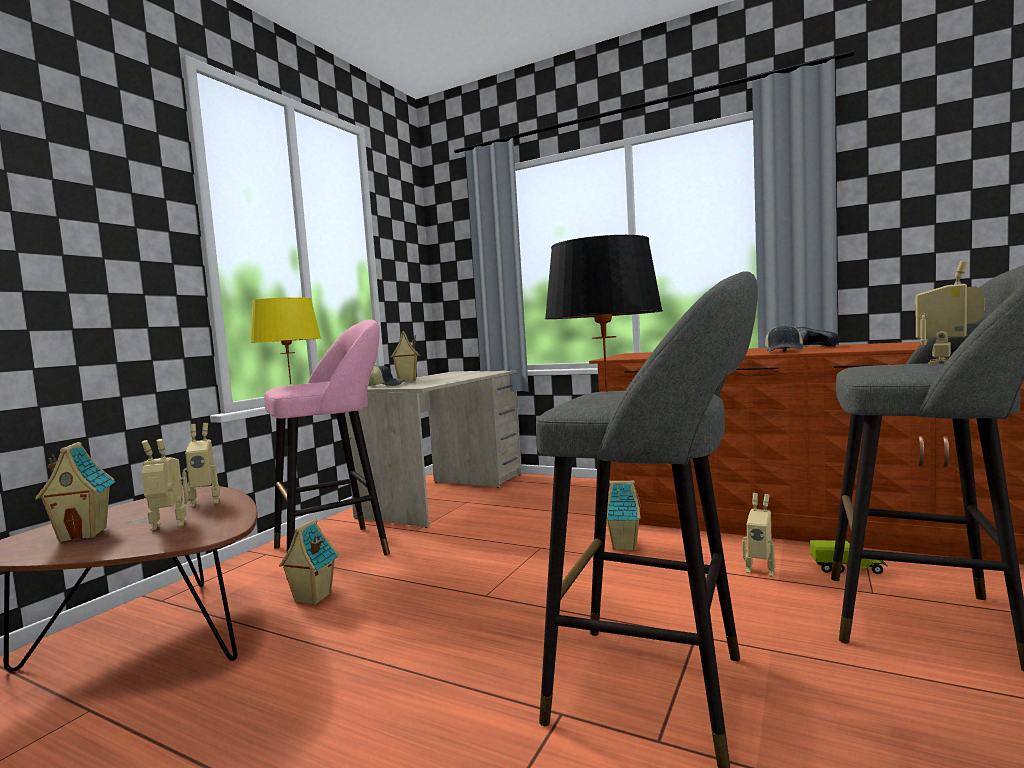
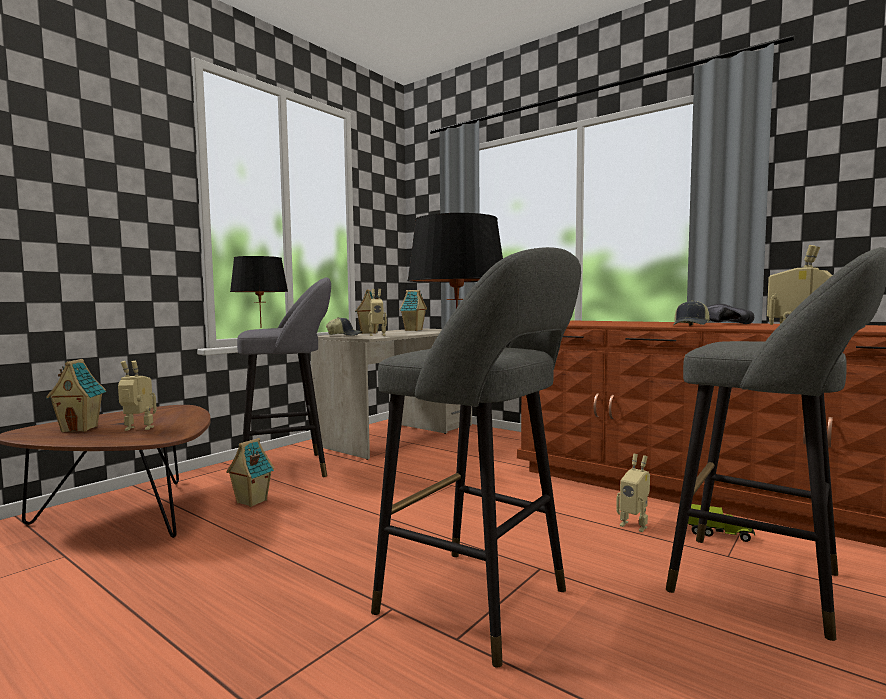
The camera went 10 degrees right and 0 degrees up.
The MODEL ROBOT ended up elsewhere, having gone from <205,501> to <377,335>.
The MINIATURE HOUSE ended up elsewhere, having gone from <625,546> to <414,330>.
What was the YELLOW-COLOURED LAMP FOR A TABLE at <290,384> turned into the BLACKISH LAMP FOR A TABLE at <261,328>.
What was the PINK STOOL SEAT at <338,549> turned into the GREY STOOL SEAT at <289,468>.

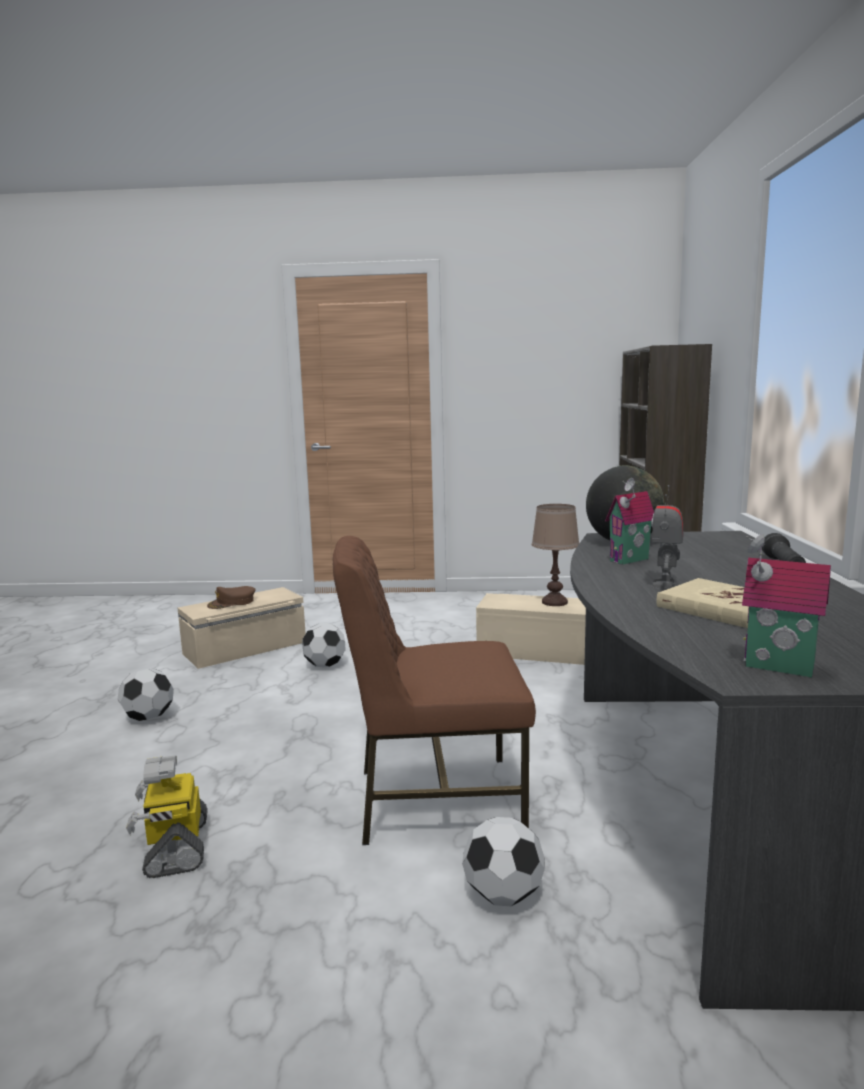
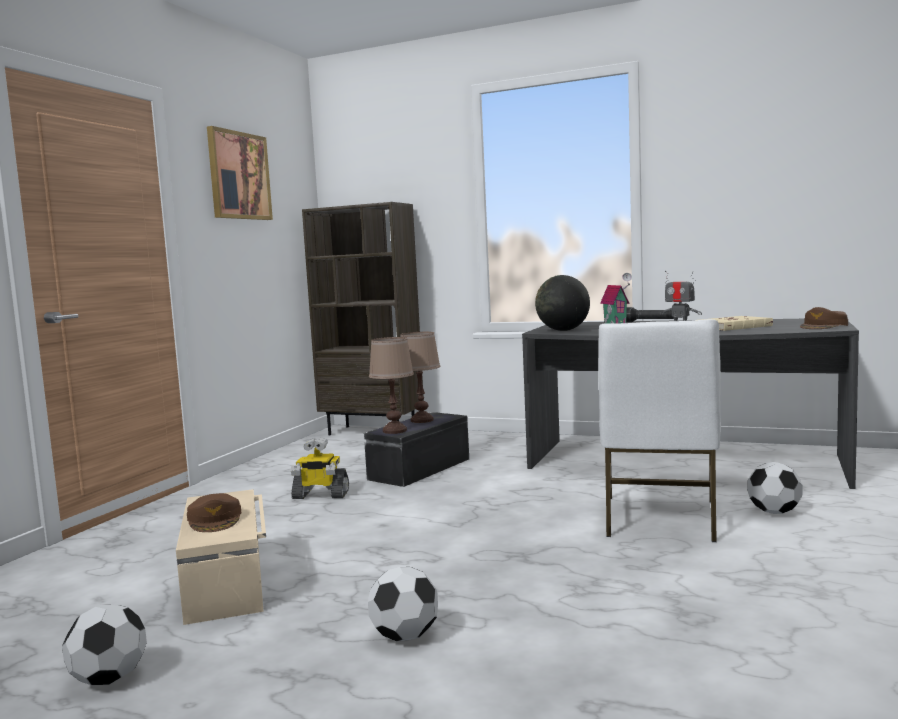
The camera went 70 degrees left and 5 degrees down.
The second view gained the WALL ART at <239,176>.
The second view gained the BROWN LAMP FOR A TABLE at <394,431>.
The MODEL ROBOT ended up elsewhere, having gone from <175,847> to <320,495>.
The FOOTBALL BALL ended up elsewhere, having gone from <325,665> to <109,679>.
Where the MINIATURE HOUSE stood at <778,668>, the BROWN CAP came to stand at <824,326>.
What was the BROWN UPRIGHT CHAIR at <435,800> turned into the WHITE UPRIGHT CHAIR at <659,518>.
What was the SAND-COLOURED STORAGE BOX at <538,650> turned into the BLACKISH STORAGE BOX at <418,469>.

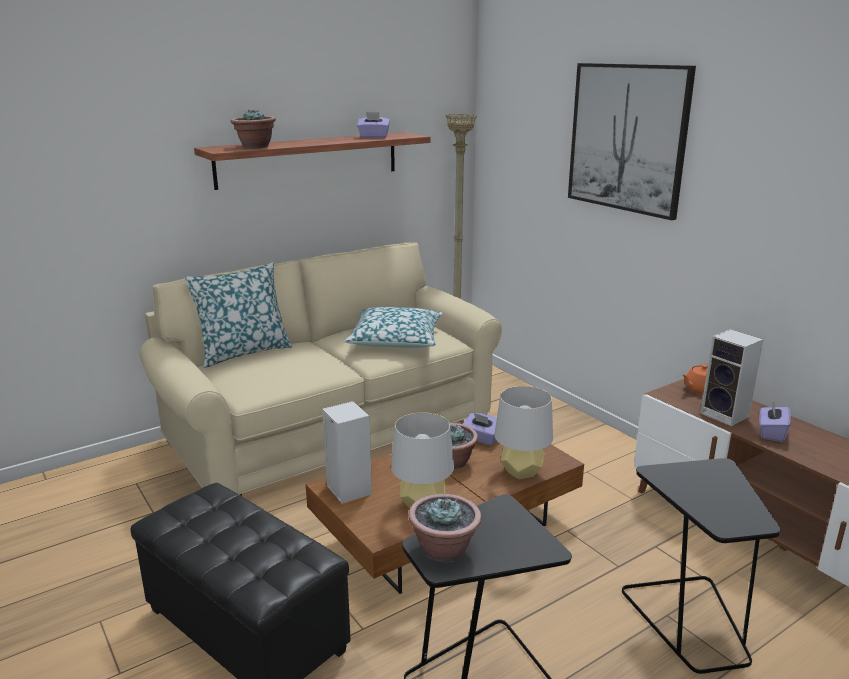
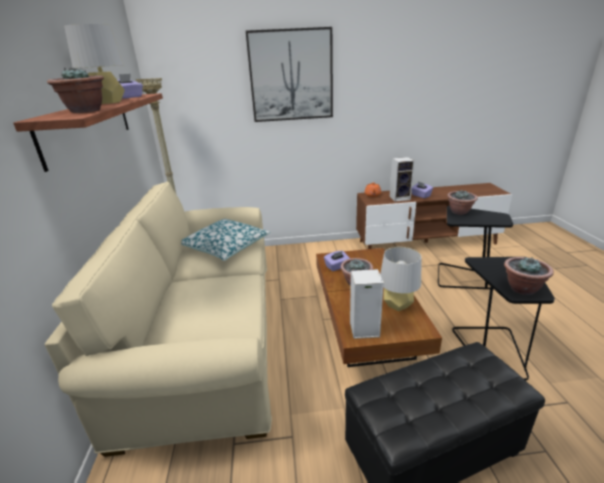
The camera went 60 degrees left and 5 degrees up.
The second view lost the CUSHION at <243,352>.
The second view gained the POTTED PLANT at <459,212>.
The GREY LAMP FOR A TABLE ended up elsewhere, having gone from <521,472> to <109,102>.

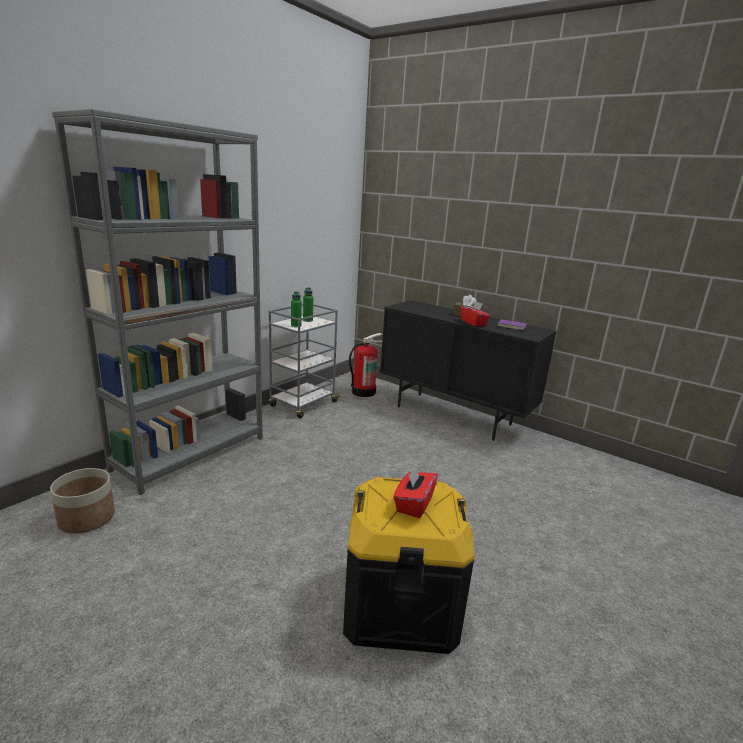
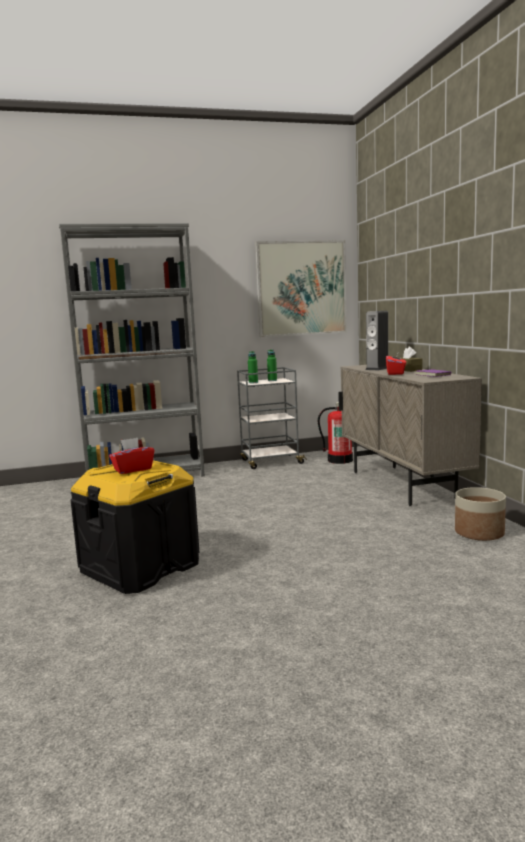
The camera went 40 degrees right and 10 degrees down.
The second view gained the WALL ART at <301,288>.
The second view gained the LOUDSPEAKER at <377,369>.
The FLOWER POT ended up elsewhere, having gone from <87,518> to <479,533>.
What was the BLACKISH CUPBOARD at <453,416> turned into the SAND-COLOURED CUPBOARD at <401,485>.

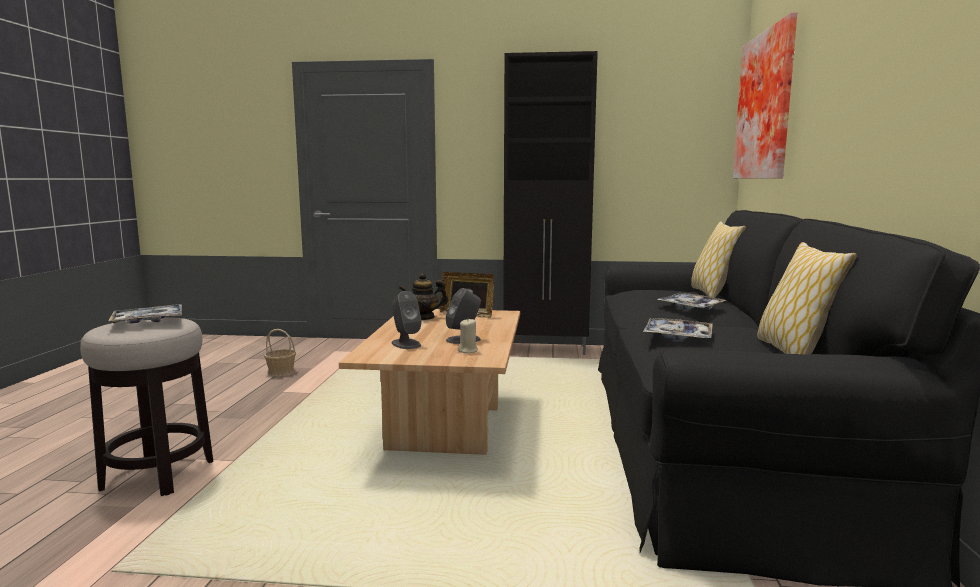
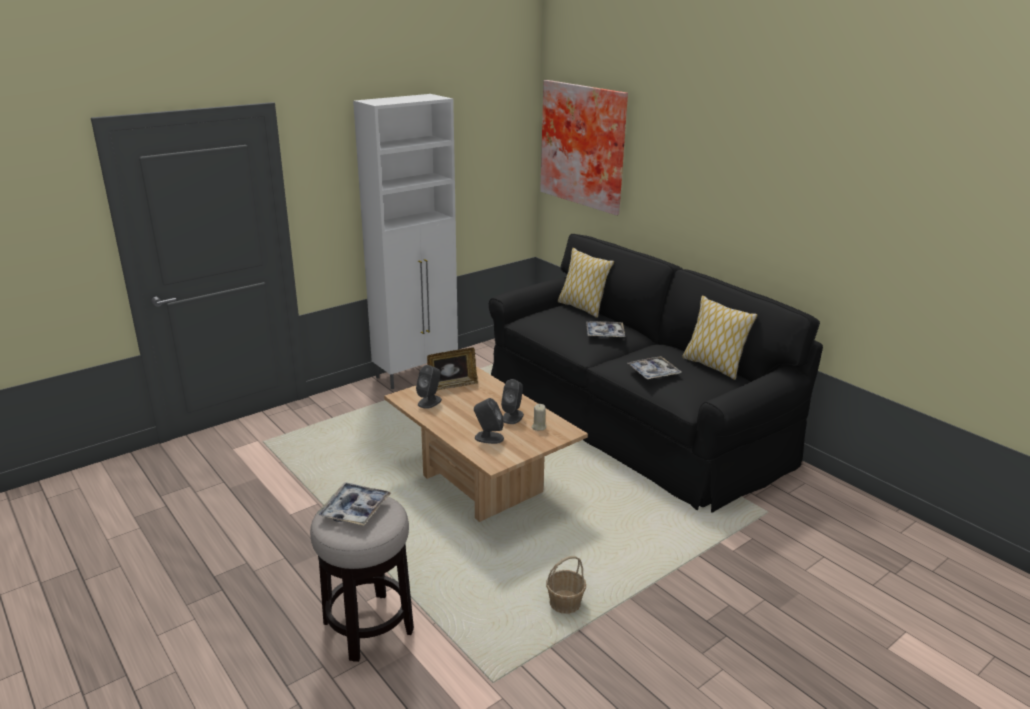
The camera went 45 degrees left and 15 degrees up.
The STORAGE BASKET ended up elsewhere, having gone from <281,372> to <565,603>.
Where the TEAPOT stood at <423,317>, the GREY LOUDSPEAKER came to stand at <430,401>.
What was the BLACKISH CUPBOARD at <547,349> turned into the WHITE CUPBOARD at <417,373>.

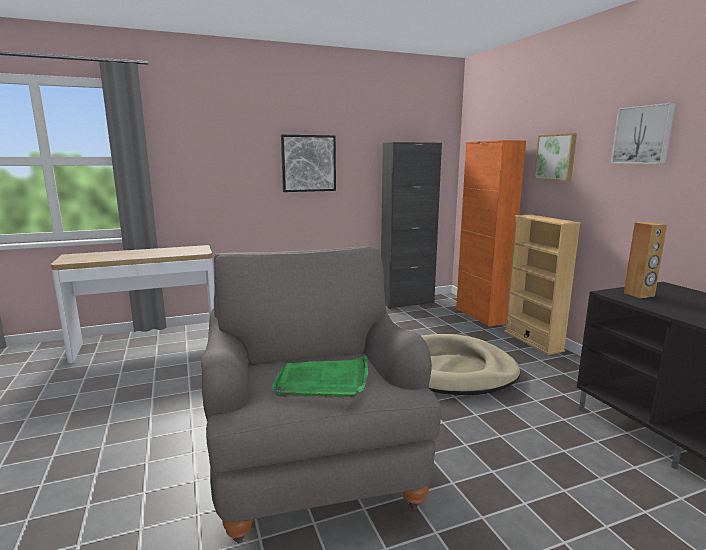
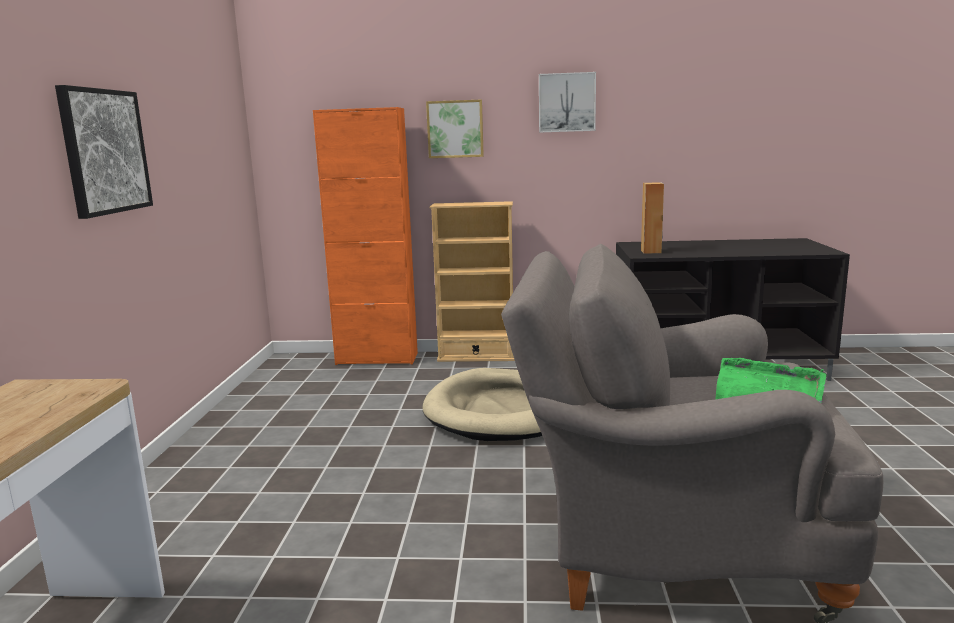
The camera went 65 degrees left and 0 degrees up.
The second view lost the BLACKISH CUPBOARD at <407,302>.

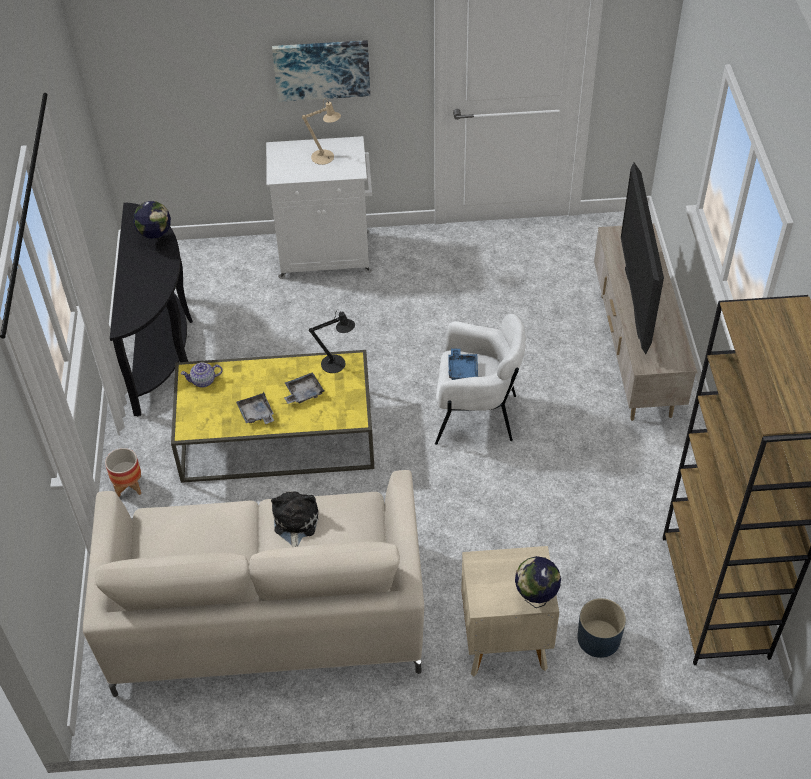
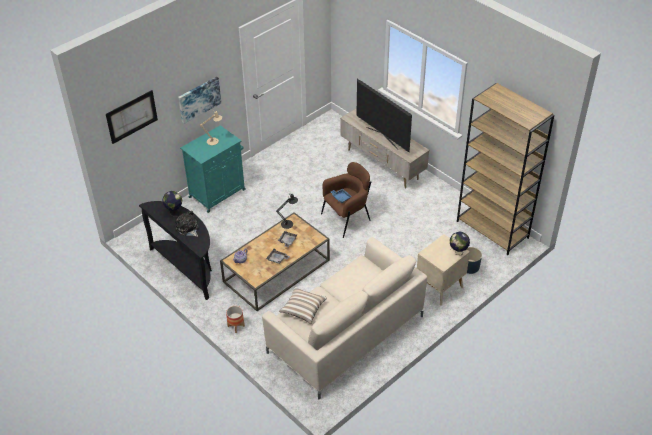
The camera went 40 degrees left and 5 degrees down.
The second view gained the WALL ART at <132,116>.
The second view gained the CUSHION at <303,309>.
The CUDDLY TOY ended up elsewhere, having gone from <295,523> to <188,228>.
What was the YELLOW-COLOURED COFFEE TABLE at <277,436> turned into the BROWN COFFEE TABLE at <277,271>.
What was the WHITE CUPBOARD at <327,255> turned into the BLUE-GREEN CUPBOARD at <218,193>.
What was the WHITE EASY CHAIR at <476,415> turned into the BROWN EASY CHAIR at <347,219>.

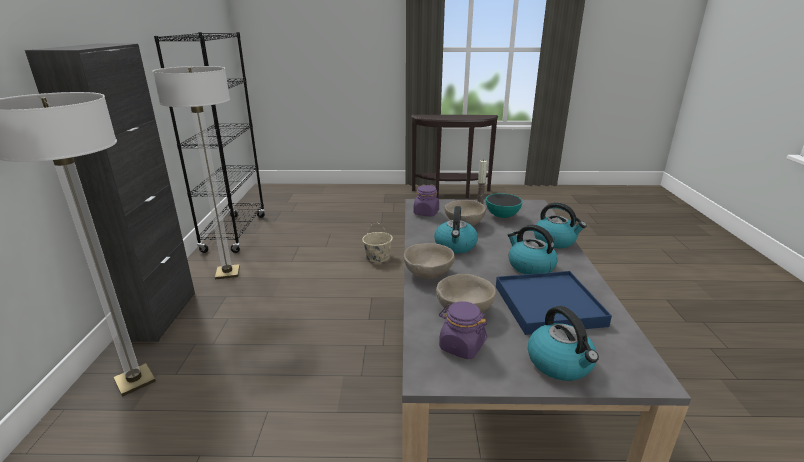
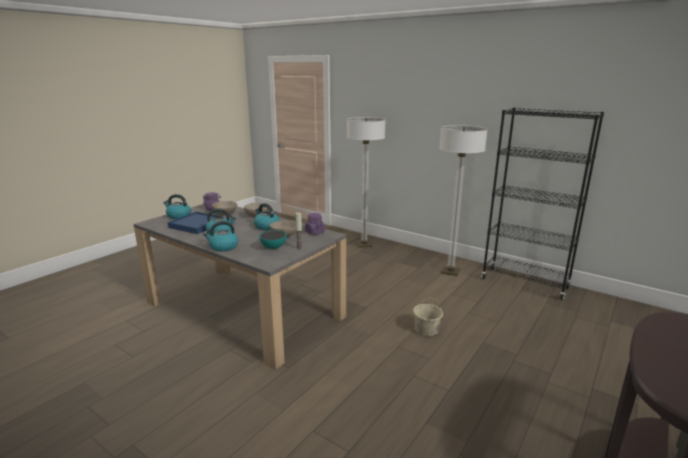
The camera went 125 degrees right and 5 degrees down.
The second view lost the BLACKISH CUPBOARD at <160,315>.

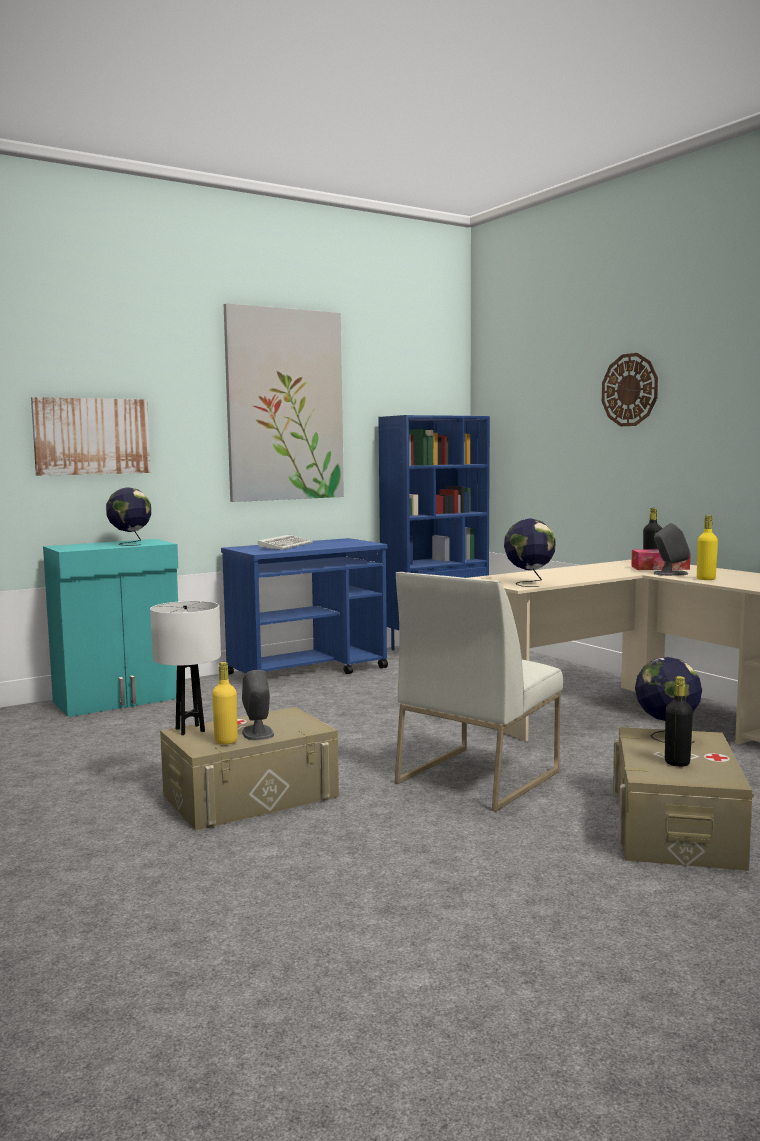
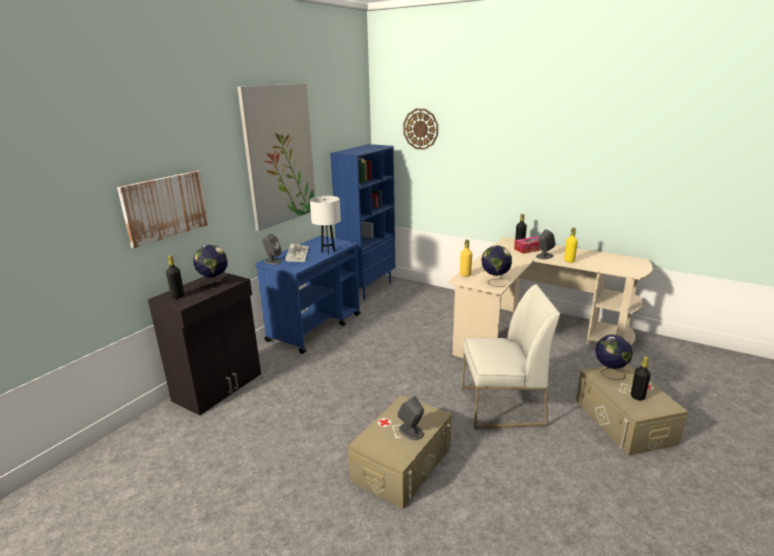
The camera went 25 degrees left and 15 degrees up.
The second view gained the BLACKISH BOTTLE at <178,296>.
The second view gained the GREY LOUDSPEAKER at <273,261>.
The WHITE LAMP FOR A TABLE ended up elsewhere, having gone from <190,730> to <328,252>.
The YELLOW-COLOURED BOTTLE ended up elsewhere, having gone from <226,741> to <465,274>.
The CLOCK ON THE WALL ended up elsewhere, having gone from <630,390> to <420,129>.
What was the BLUE-GREEN CUPBOARD at <119,700> turned into the BLACKISH CUPBOARD at <219,387>.
The WHITE UPRIGHT CHAIR at <477,776> ended up facing another way, 105 degrees counterclockwise from before.

